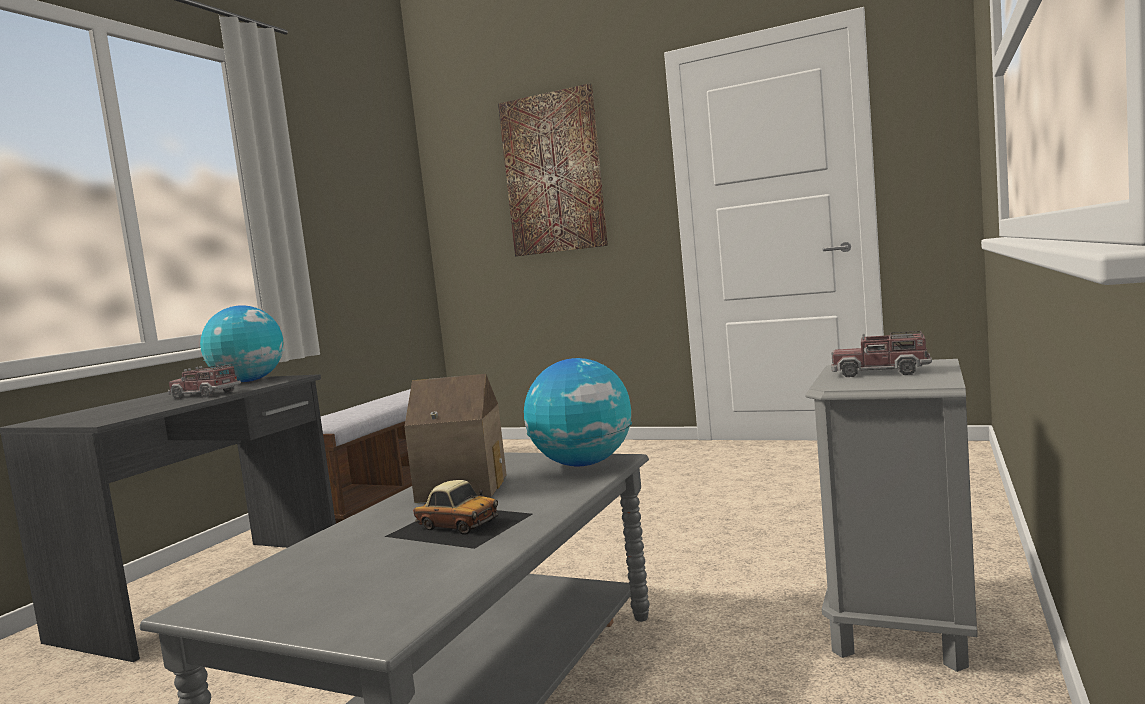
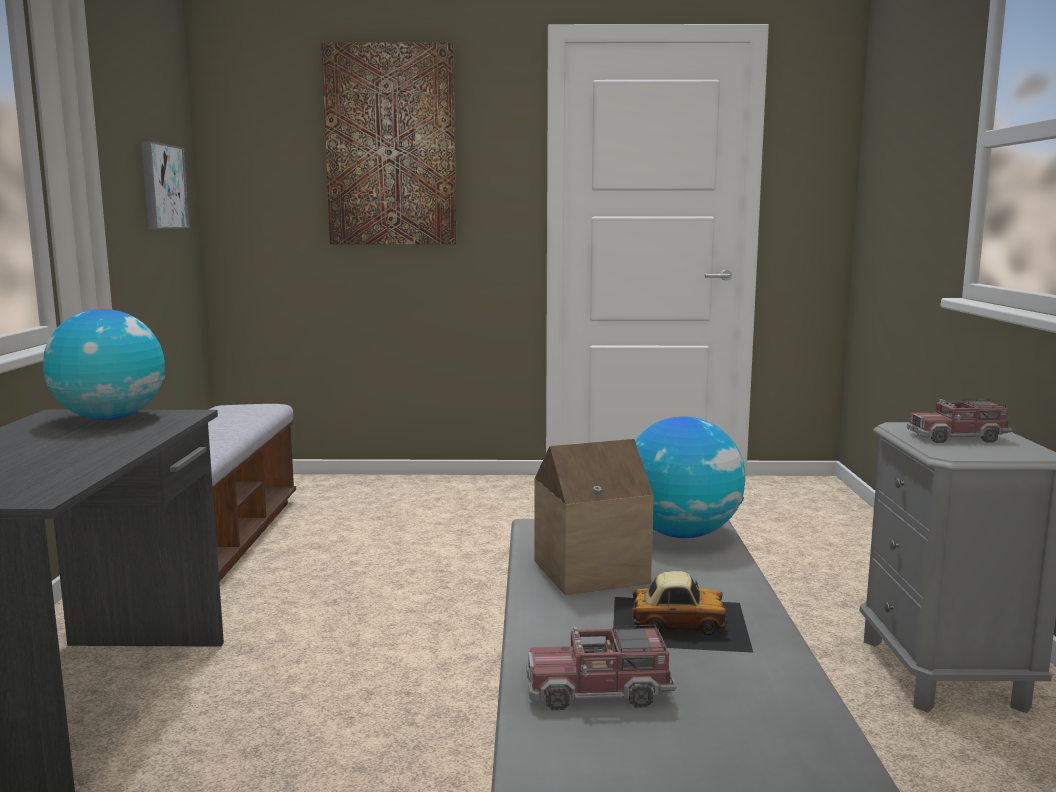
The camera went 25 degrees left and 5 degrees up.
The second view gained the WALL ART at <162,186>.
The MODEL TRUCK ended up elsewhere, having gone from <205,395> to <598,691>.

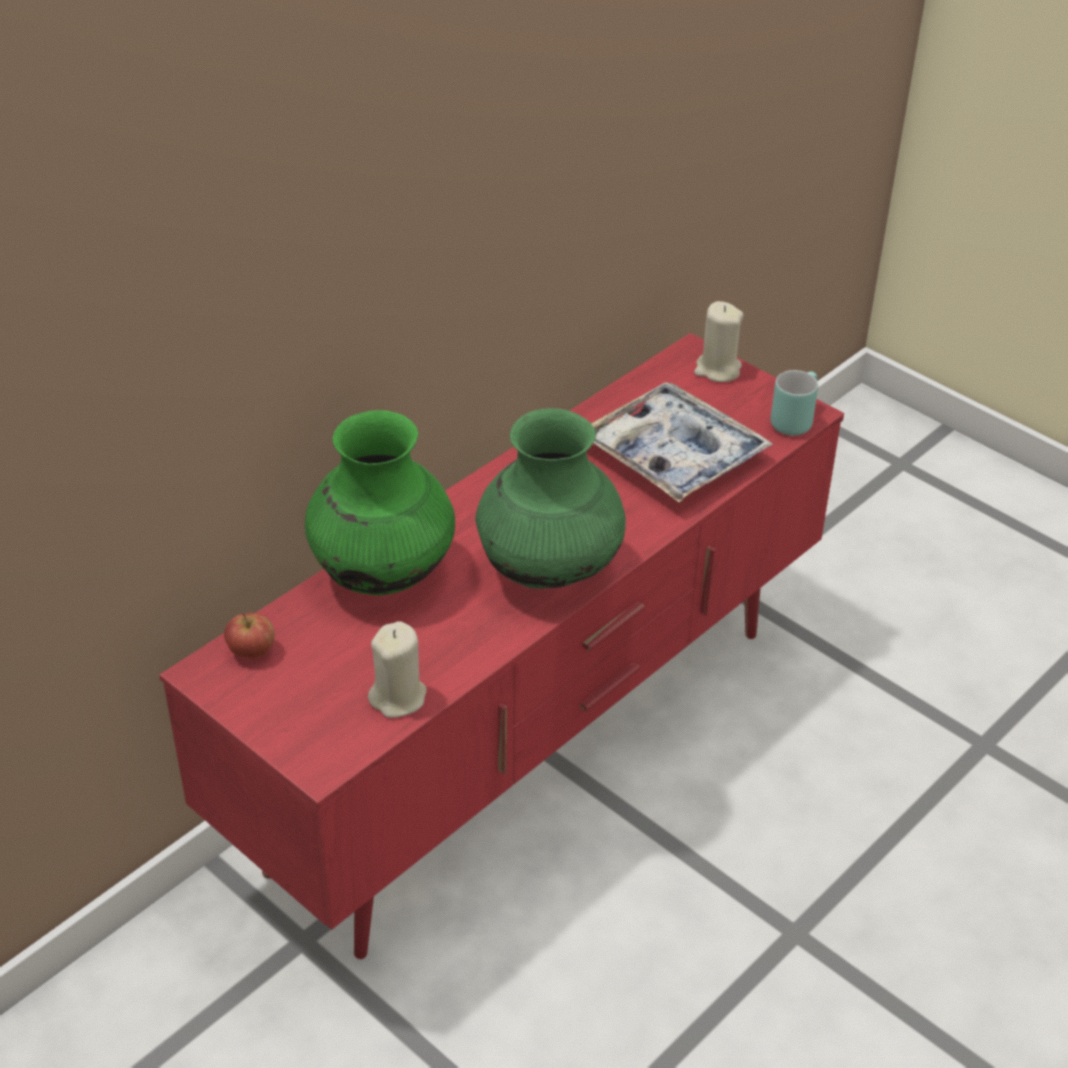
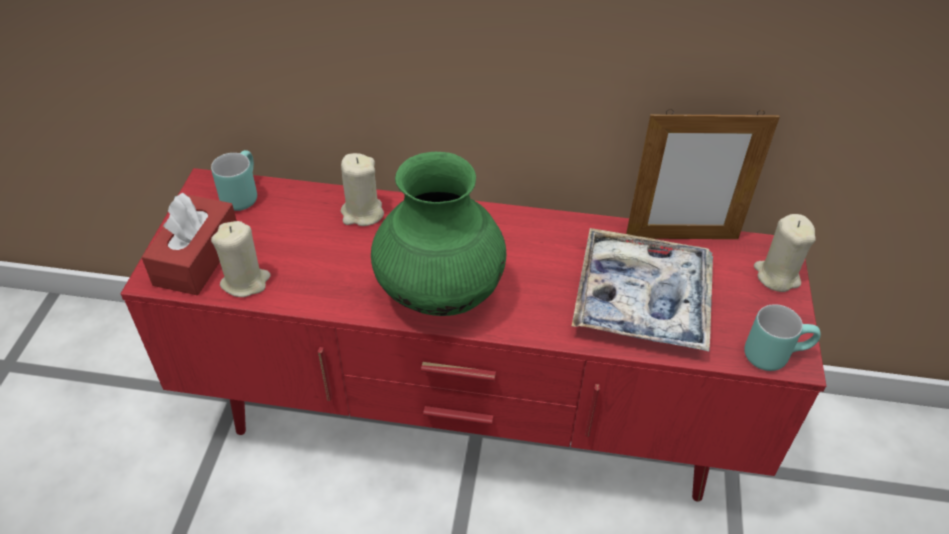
The camera went 55 degrees right and 5 degrees up.
The second view gained the REDDISH TISSUE HOLDER at <197,258>.
The second view gained the PICTURE FRAME at <681,238>.
Where the APPLE FRUIT stood at <252,652>, the BLUE-GREEN COFFEE MUG came to stand at <240,194>.
Where the GREEN-COLOURED FLOWER VASE stood at <382,573>, the SAND-COLOURED WAX CANDLE came to stand at <362,213>.

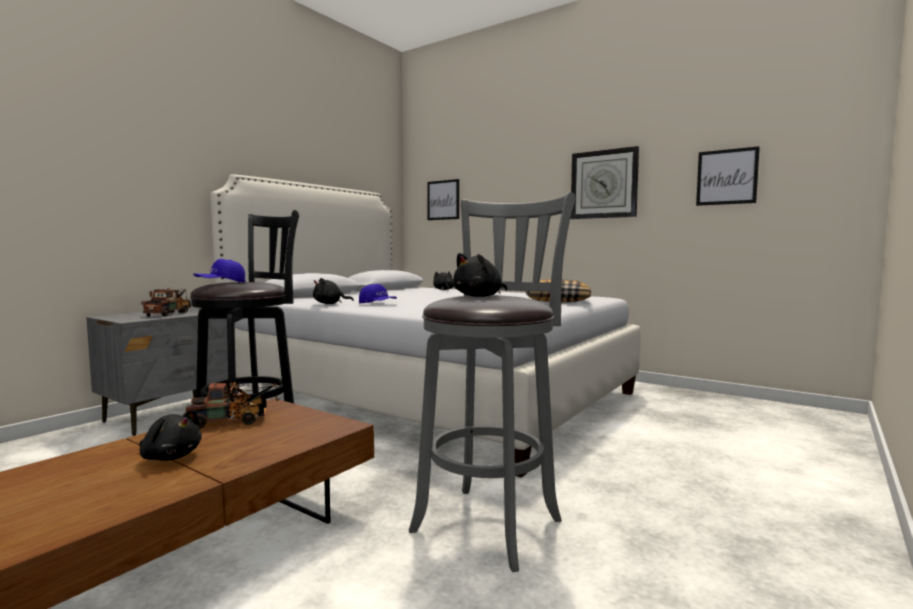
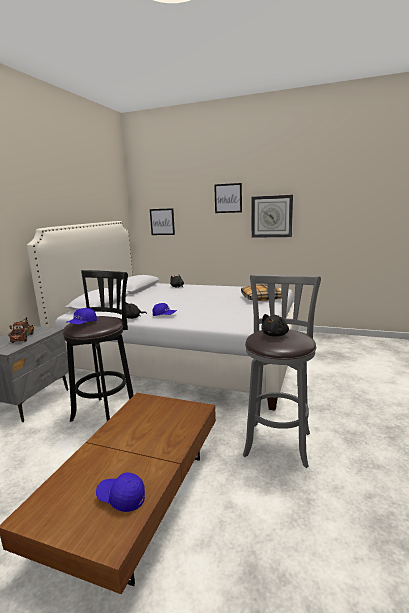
The camera went 15 degrees left and 10 degrees up.
The second view lost the BLACKISH CUDDLY TOY at <170,457>.
The second view lost the MODEL TRUCK at <234,421>.
The second view gained the BLUE-COLOURED CAP at <121,498>.
The WALL ART ended up elsewhere, having gone from <726,177> to <228,198>.

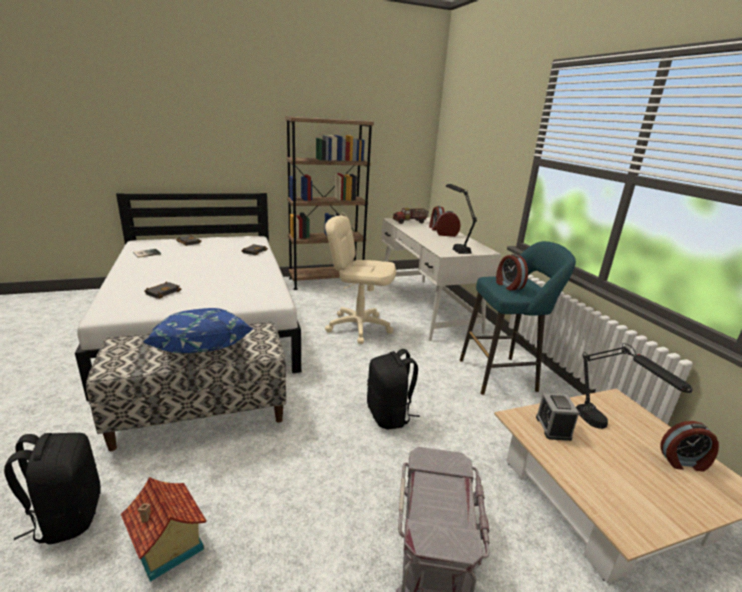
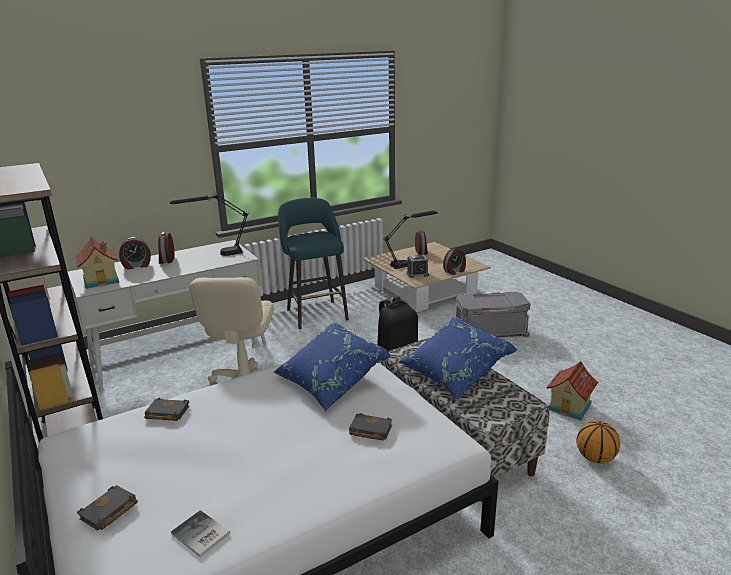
The camera went 100 degrees left and 0 degrees up.
The second view gained the BLUE-COLOURED CUSHION at <330,382>.
The ALARM CLOCK ended up elsewhere, having gone from <508,286> to <455,271>.
Where the BLACKISH RUCKSACK stood at <68,516>, the BASKETBALL came to stand at <595,458>.
Where the MODEL TRUCK stood at <410,222>, the MINIATURE HOUSE came to stand at <102,280>.

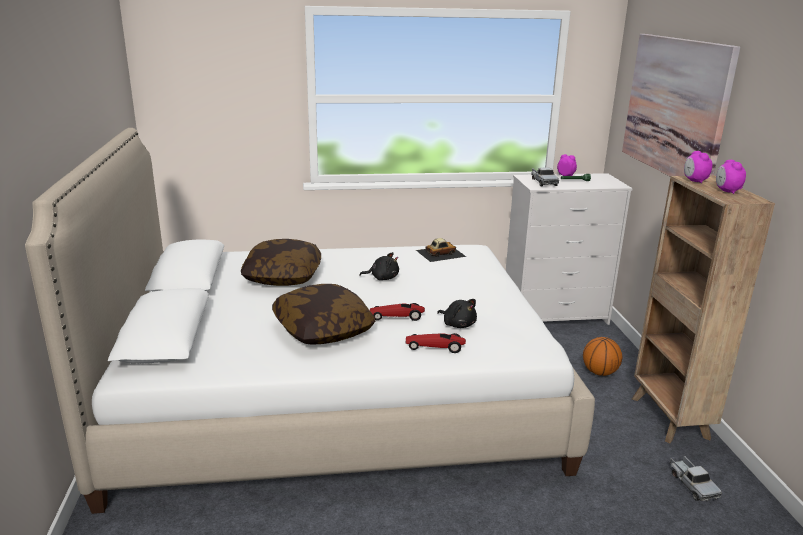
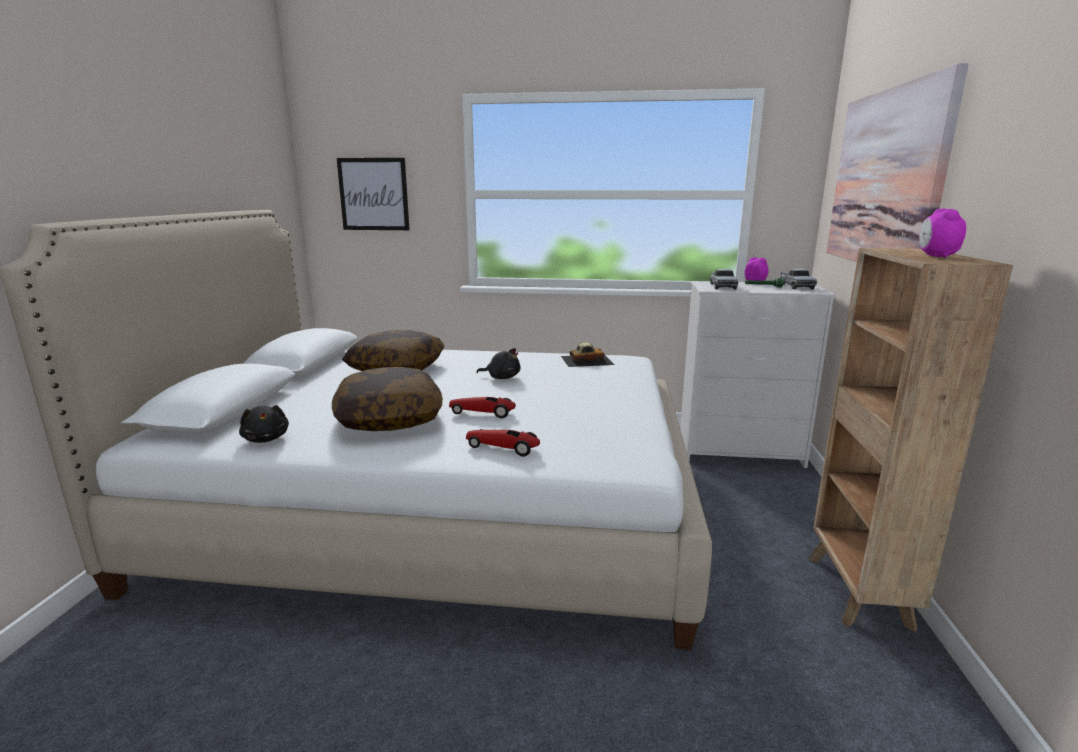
The camera went 15 degrees right and 5 degrees down.
The second view lost the BASKETBALL at <599,372>.
The second view lost the ALARM CLOCK at <694,181>.
The second view gained the WALL ART at <373,194>.
The BLACKISH CUDDLY TOY ended up elsewhere, having gone from <458,324> to <266,439>.
The MODEL TRUCK ended up elsewhere, having gone from <692,484> to <795,286>.

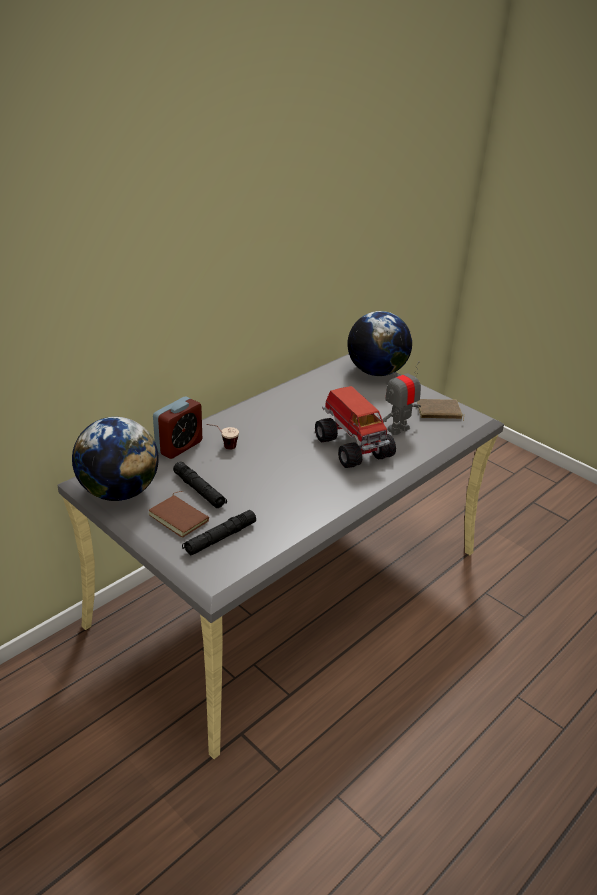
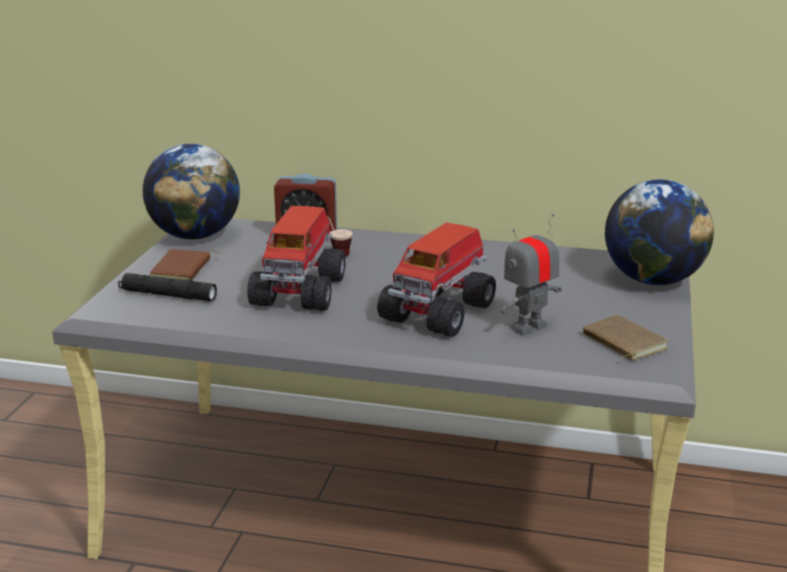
The camera went 60 degrees right and 10 degrees down.
The second view lost the BLACKISH TORCH at <199,490>.
The second view gained the MODEL TRUCK at <300,291>.
The MODEL ROBOT at <398,429> ended up facing another way, 60 degrees counterclockwise from before.

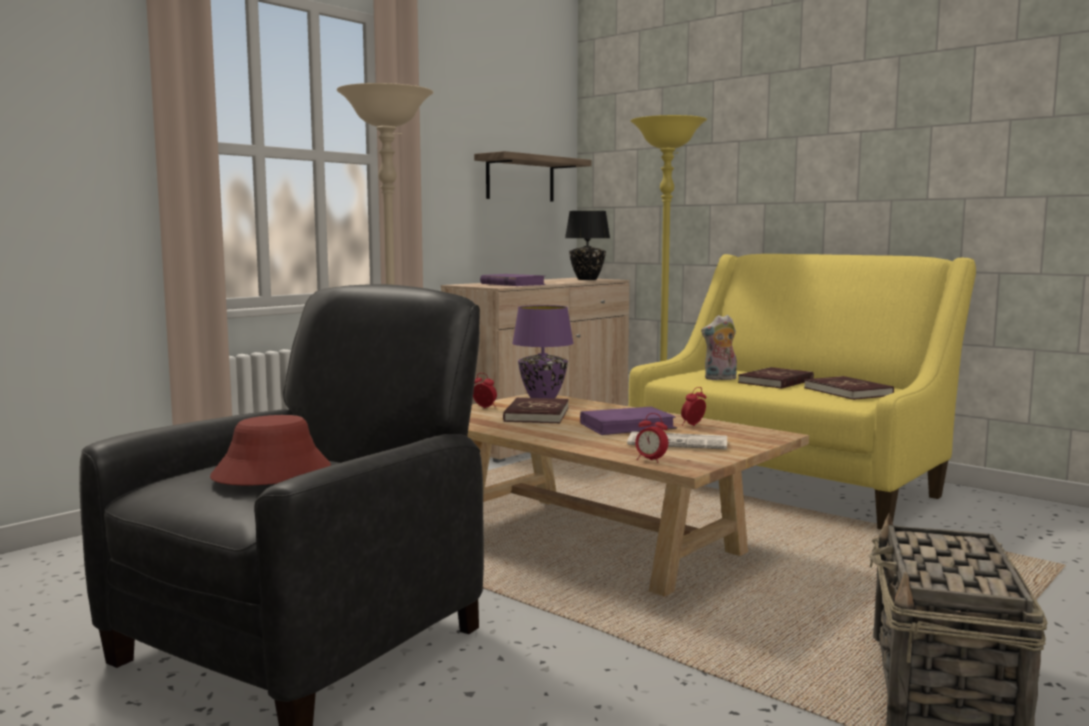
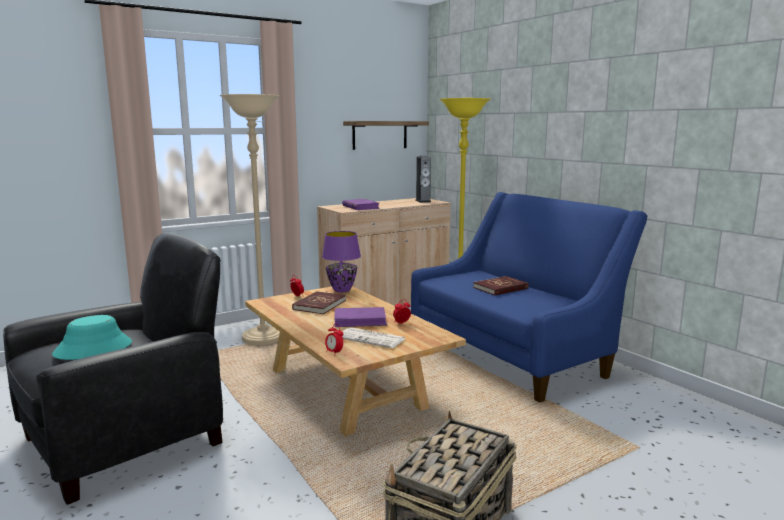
The camera went 15 degrees right and 5 degrees up.
The second view lost the CUDDLY TOY at <720,379>.
The second view lost the REDDISH VOLUME at <848,392>.
Where the BLACKISH LAMP FOR A TABLE stood at <587,279>, the LOUDSPEAKER came to stand at <423,201>.
What was the REDDISH CLOTHING HAT at <272,473> turned into the BLUE-GREEN CLOTHING HAT at <93,349>.
What was the YELLOW-COLOURED COUCH at <790,483> turned into the BLUE-COLOURED COUCH at <513,354>.

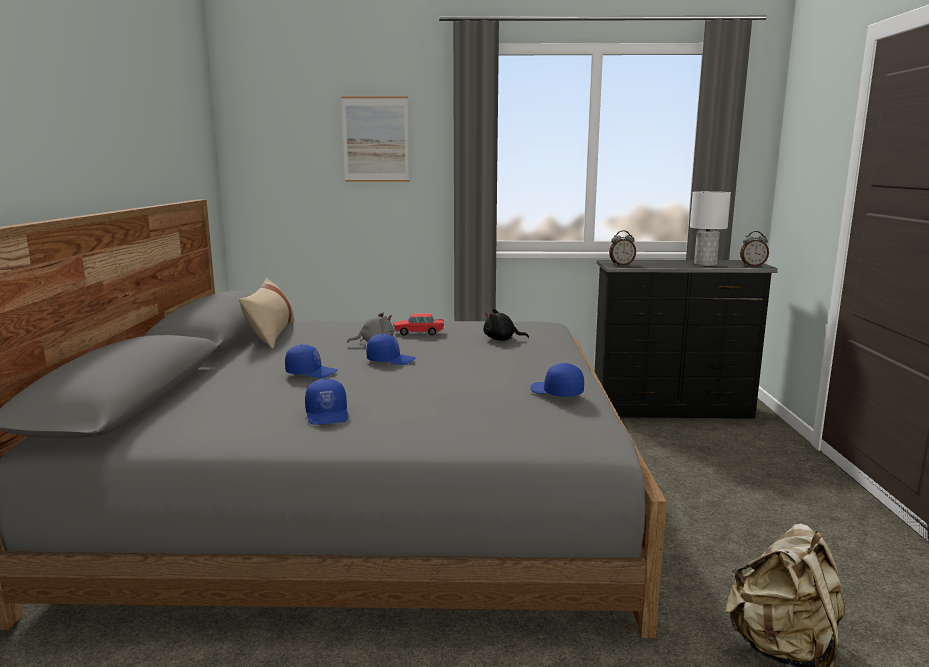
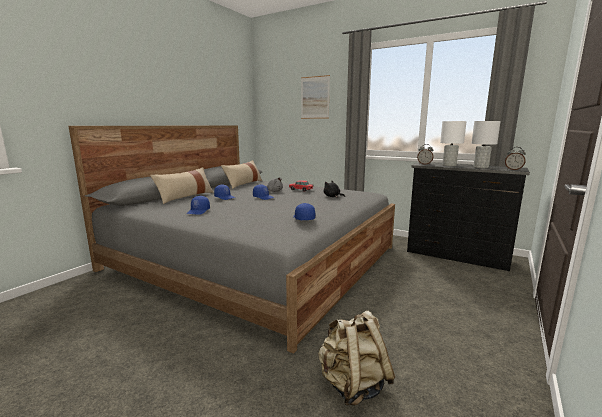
The camera went 30 degrees right and 0 degrees up.
The second view gained the SAND-COLOURED CUSHION at <185,197>.
The second view gained the WHITE LAMP FOR A TABLE at <449,165>.

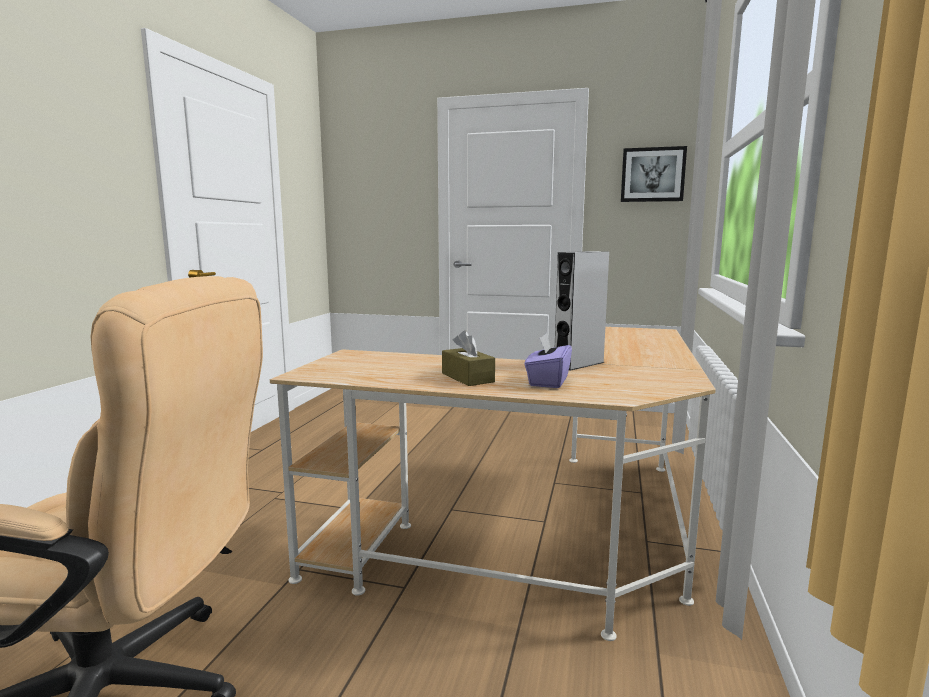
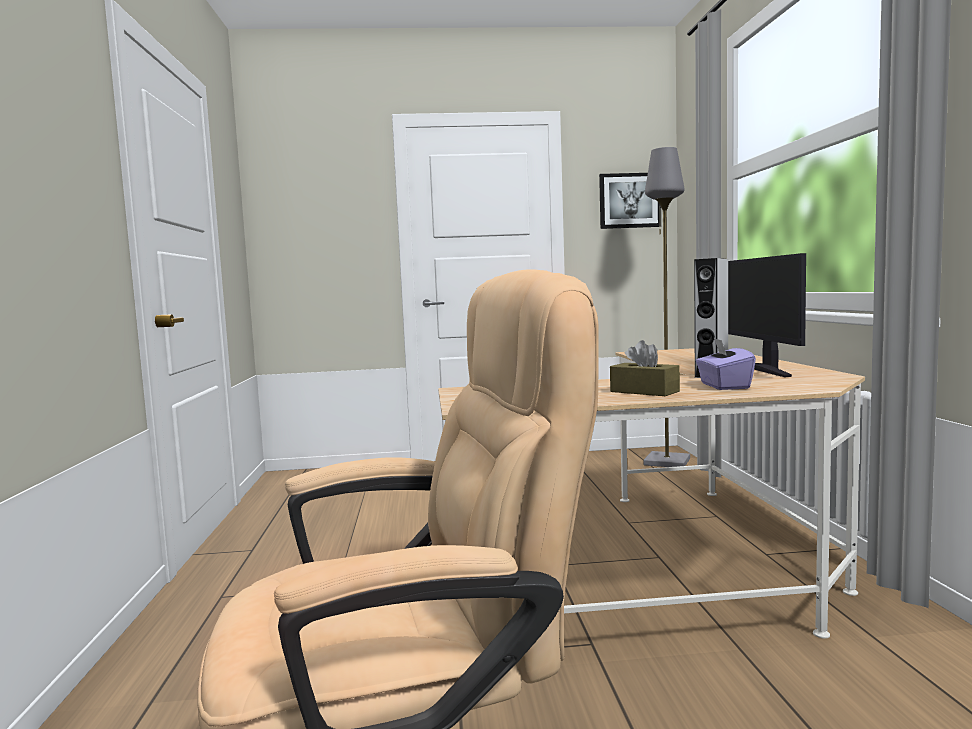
The camera went 20 degrees left and 5 degrees down.
The second view gained the GREY STANDARD LAMP at <666,462>.
The second view gained the MONITOR at <764,369>.

